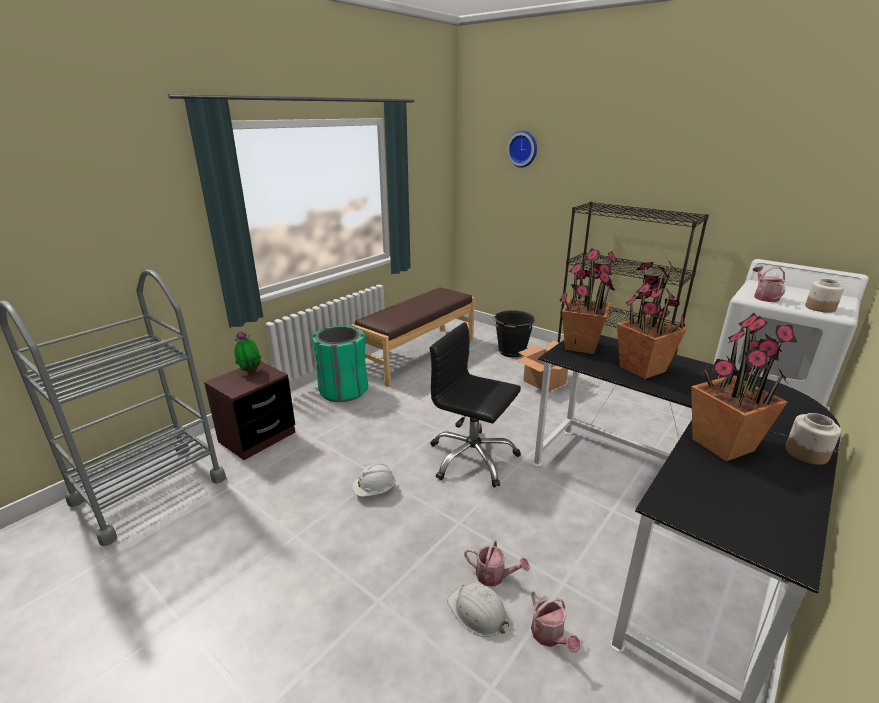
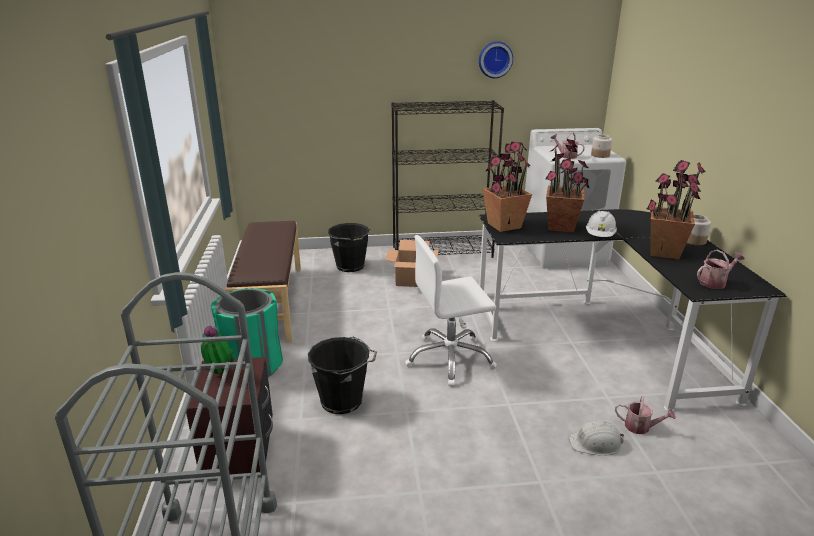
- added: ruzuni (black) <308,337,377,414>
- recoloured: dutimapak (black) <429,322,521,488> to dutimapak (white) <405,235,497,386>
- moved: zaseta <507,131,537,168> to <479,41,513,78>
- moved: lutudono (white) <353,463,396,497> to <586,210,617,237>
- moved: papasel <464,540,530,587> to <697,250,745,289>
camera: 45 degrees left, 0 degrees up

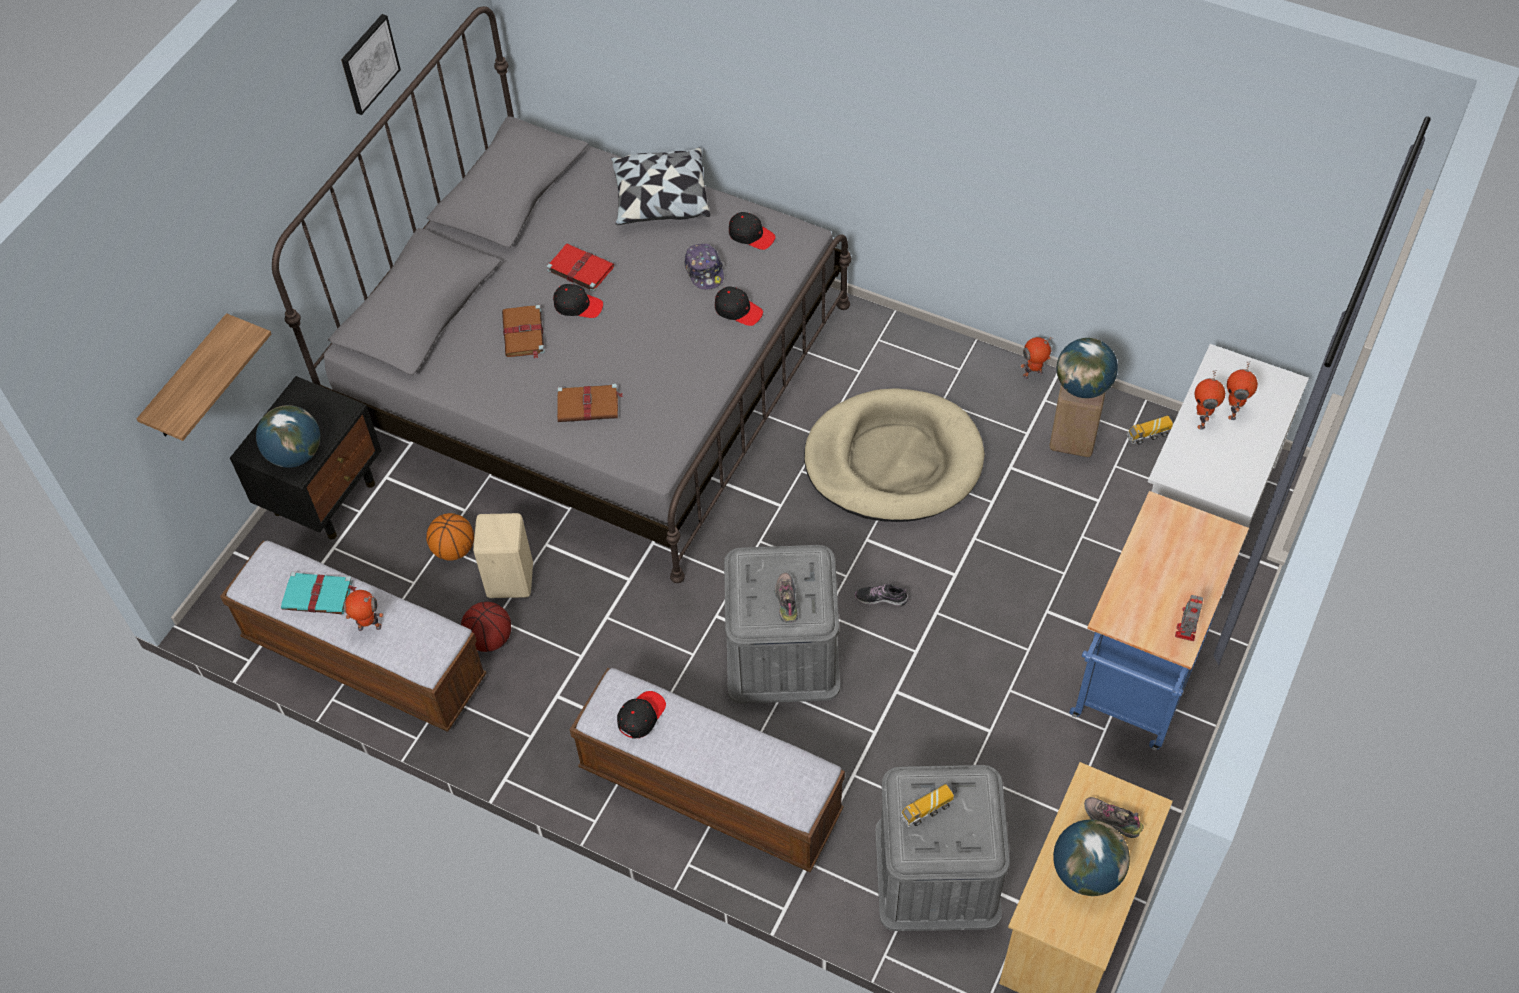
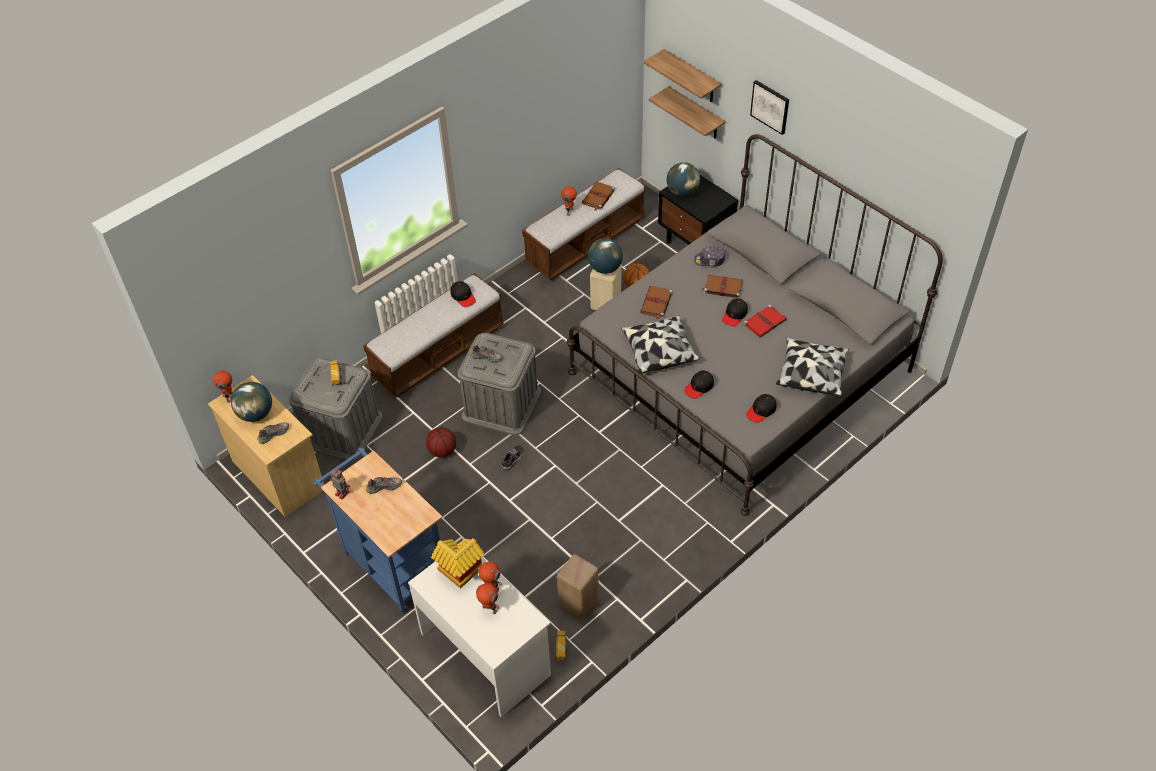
- moved: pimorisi <1020,337,1053,379> to <213,370,233,403>
- added: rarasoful <366,477,402,494>
- moved: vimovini <461,602,511,652> to <426,427,456,457>
- added: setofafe <431,538,485,589>
- recoloured: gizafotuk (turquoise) <281,572,357,615> to gizafotuk (brown) <582,182,615,210>
- moved: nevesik <1056,338,1118,398> to <588,238,623,274>
- added: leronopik <621,315,700,374>
- added: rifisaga <643,49,722,102>
- moved: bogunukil <684,244,724,290> to <694,246,725,266>
- moved: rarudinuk <341,14,401,115> to <750,80,789,135>
- removed: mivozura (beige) <804,388,985,522>
camera: 110 degrees right, 5 degrees down

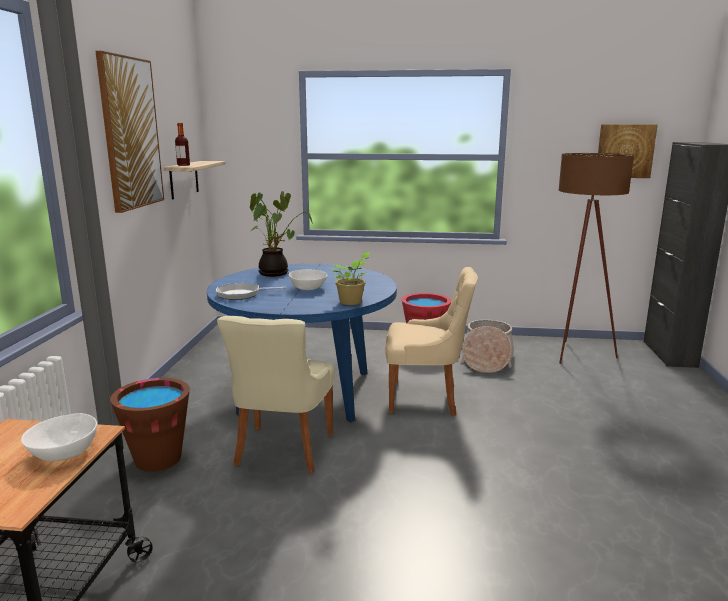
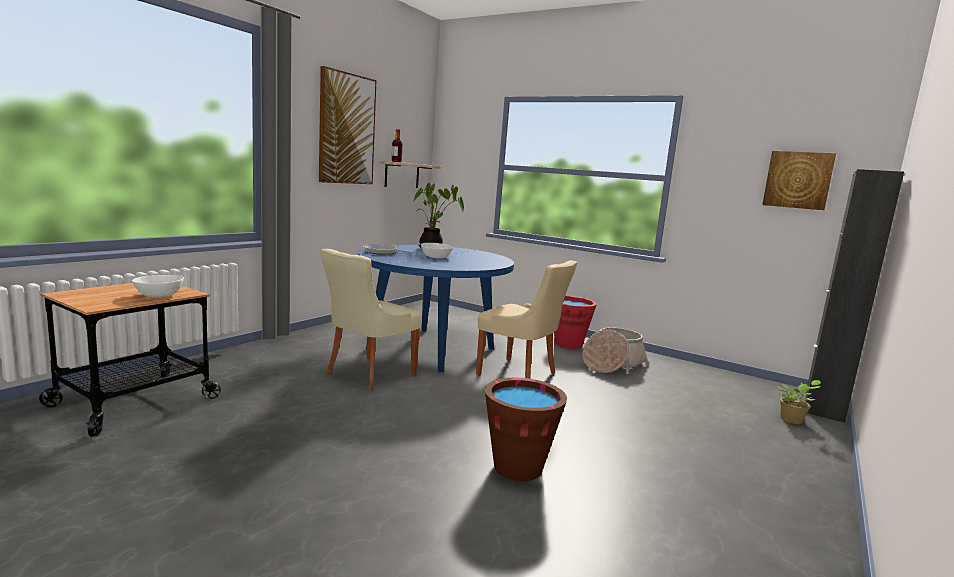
- moved: ruzuni (brown) <110,378,190,472> to <485,378,567,481>
- moved: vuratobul <330,252,370,305> to <777,380,822,424>
- removed: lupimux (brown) <559,153,634,364>
camera: 25 degrees right, 5 degrees down

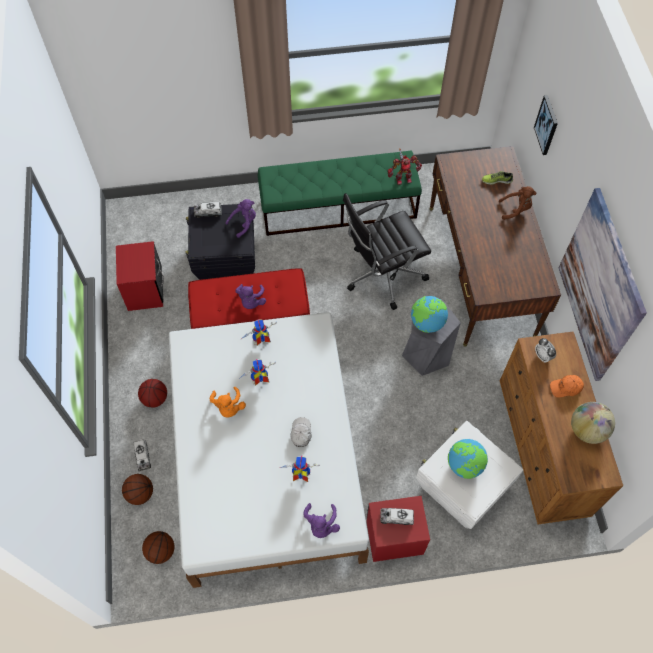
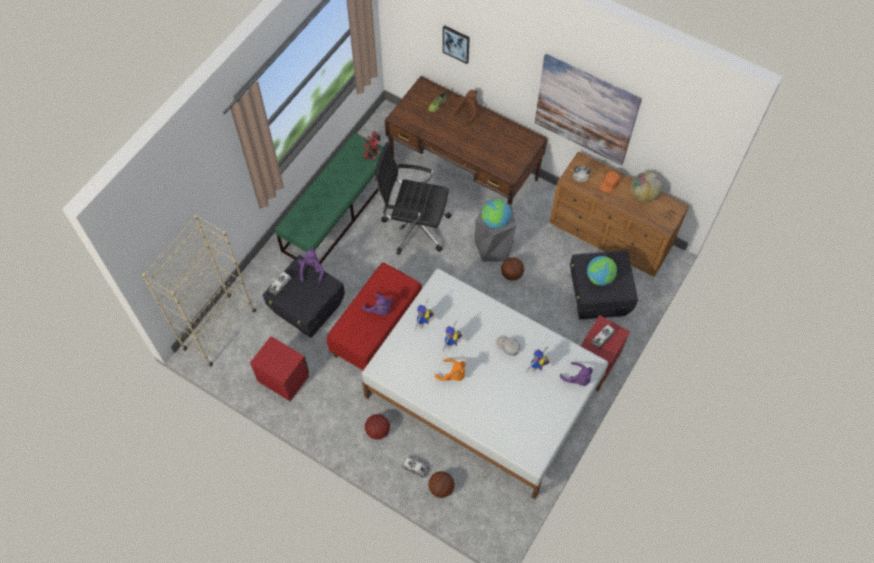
- added: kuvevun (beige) <142,214,256,367>
- turned: dutimapak (black) <343,193,431,310> = <374,142,452,255> 90 degrees clockwise
- moved: vimovini <142,531,175,564> to <501,257,524,280>
- recoloured: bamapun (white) <416,421,524,529> to bamapun (black) <570,251,638,320>
camera: 50 degrees left, 0 degrees up

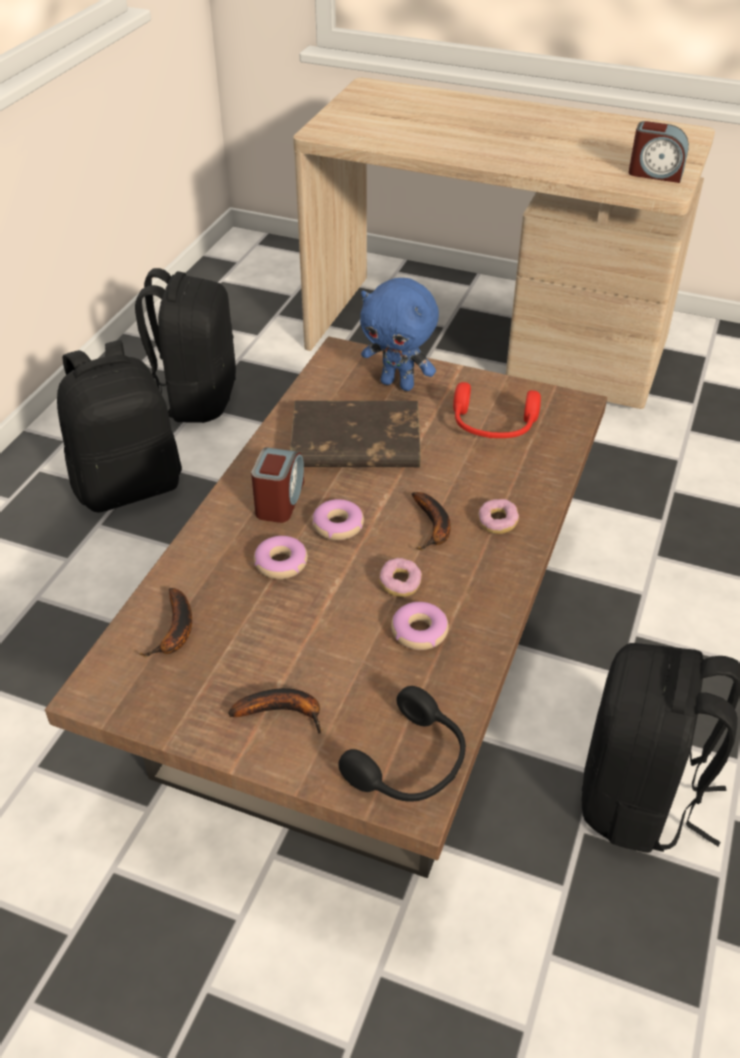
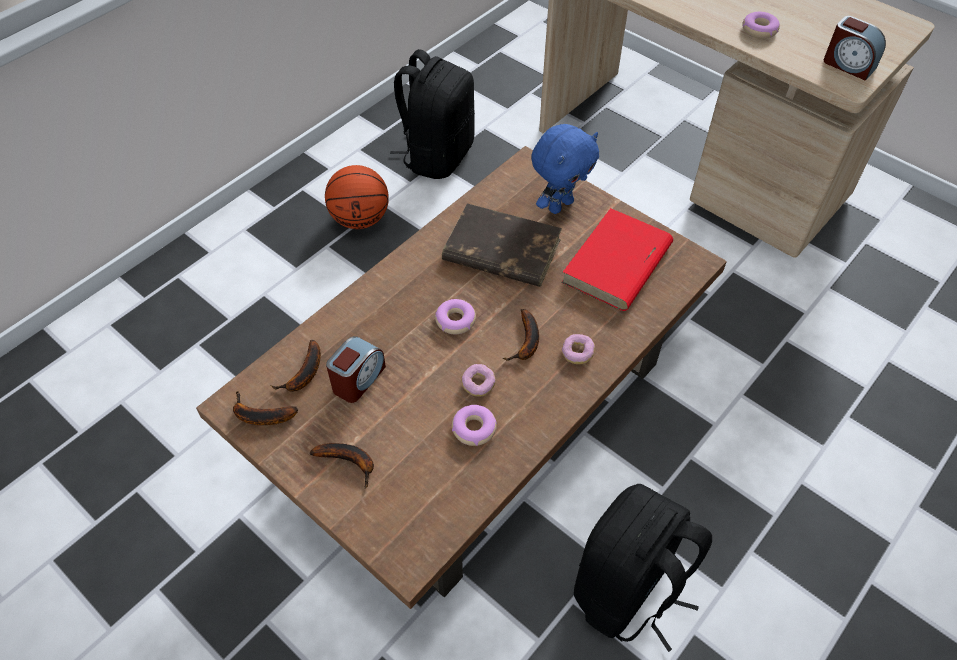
- added: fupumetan <233,391,298,425>
- replaced: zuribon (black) <57,340,182,513> to vimovini <325,165,389,229>
- moved: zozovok <251,447,304,523> to <326,336,386,403>
- turned: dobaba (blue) <360,278,439,391> = <531,124,599,214> 90 degrees counterclockwise
- replaced: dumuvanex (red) <453,382,541,438> to gizafotuk (red) <561,208,673,311>
- moved: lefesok <254,536,308,579> to <743,12,780,39>
- removed: dumuvanex (black) <338,686,466,802>
camera: 20 degrees right, 10 degrees up

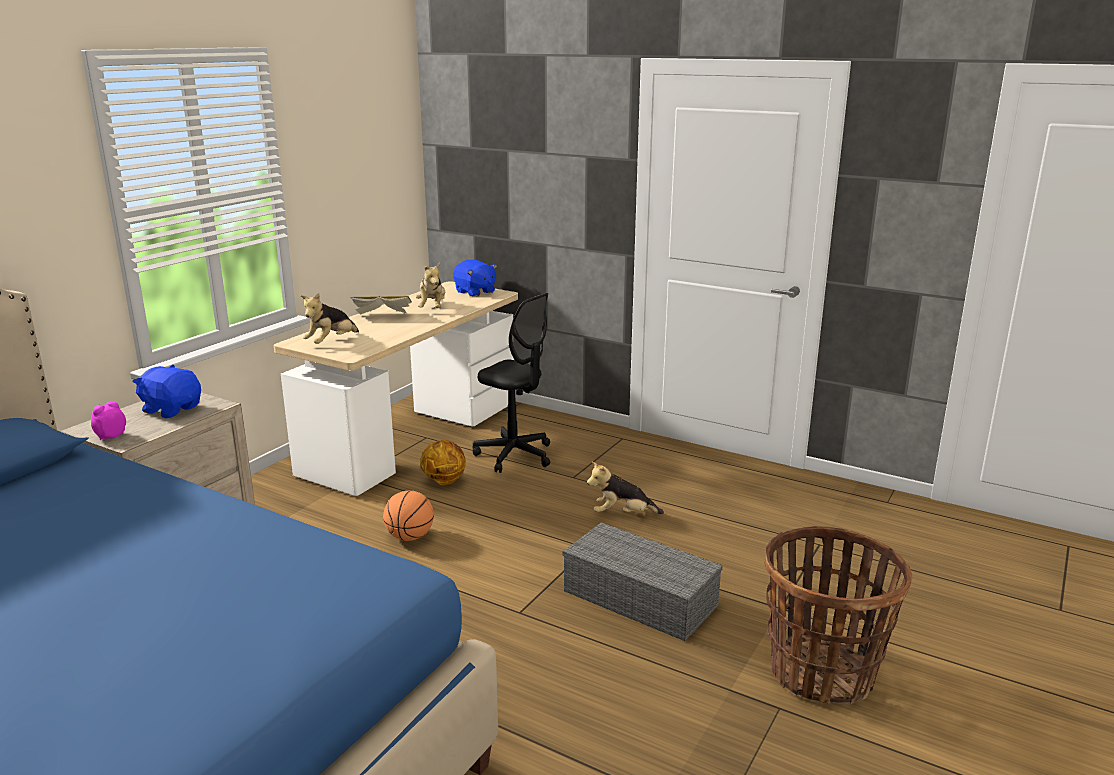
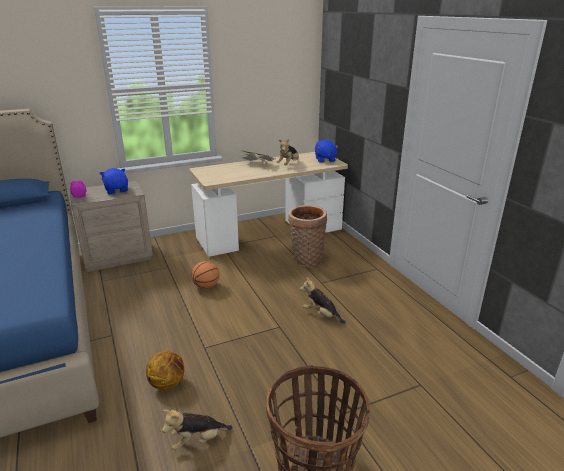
- moved: vimovini <420,440,466,485> to <146,351,184,390>
- moved: dobaba <300,293,359,344> to <162,410,233,450>
- replaced: dutimapak (black) <473,293,550,473> to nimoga <288,205,327,267>
- removed: bamapun (grey) <563,522,723,641>
camera: 35 degrees right, 5 degrees up

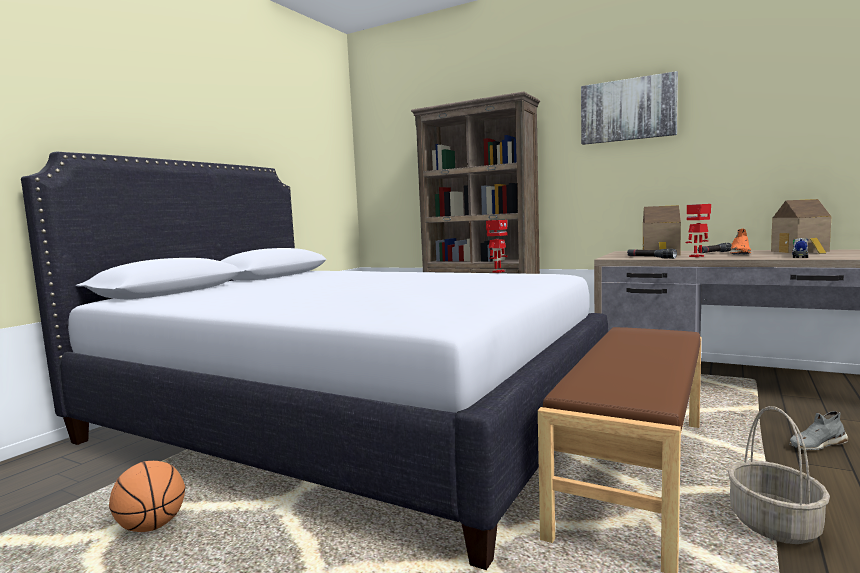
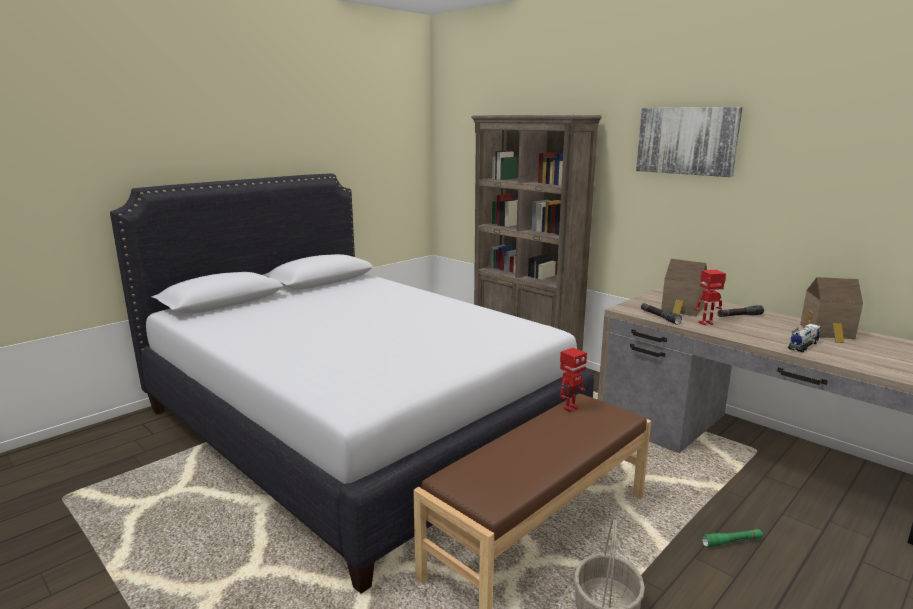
- moved: pimorisi <486,220,508,273> to <560,348,587,412>
- replaced: rarasoful (grey) <789,411,848,450> to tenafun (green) <702,529,763,547>
- removed: vimovini <109,461,185,532>
- removed: rarasoful (orange) <730,228,751,255>
camera: 15 degrees right, 10 degrees up

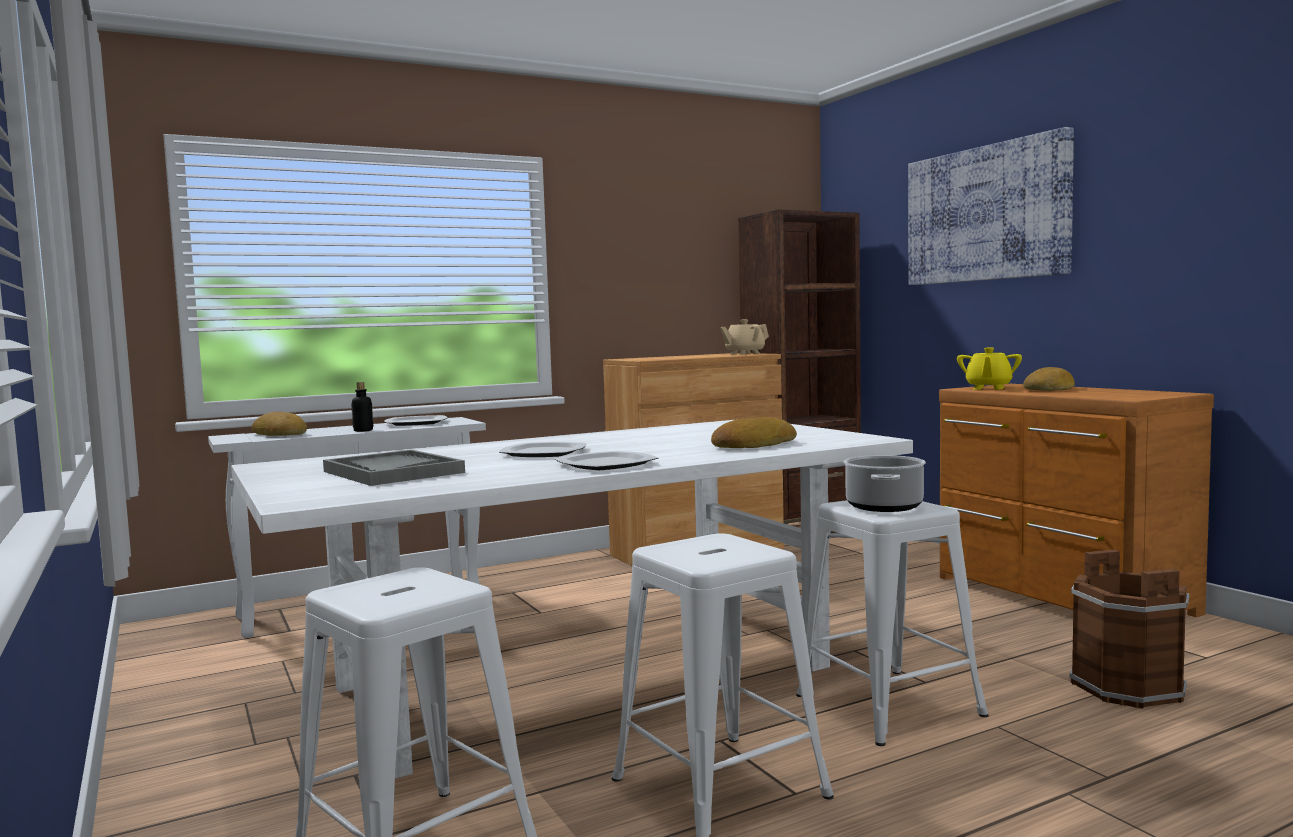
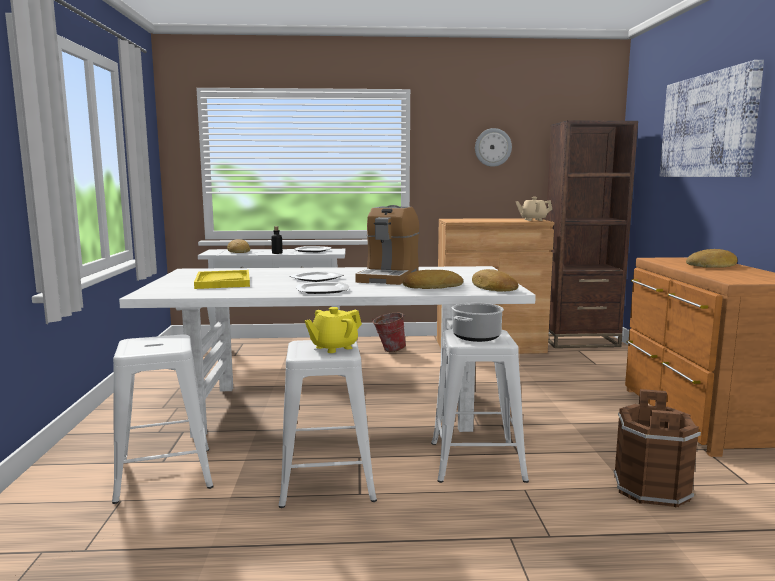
- recoloured: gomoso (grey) <323,450,465,486> to gomoso (yellow) <194,270,250,289>
- moved: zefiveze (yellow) <957,347,1022,390> to <305,307,362,353>
- added: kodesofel <355,205,419,285>
- added: ruzuni <372,313,406,352>
- added: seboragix <472,269,518,292>
- added: zaseta <475,128,512,167>
camera: 25 degrees right, 5 degrees up

